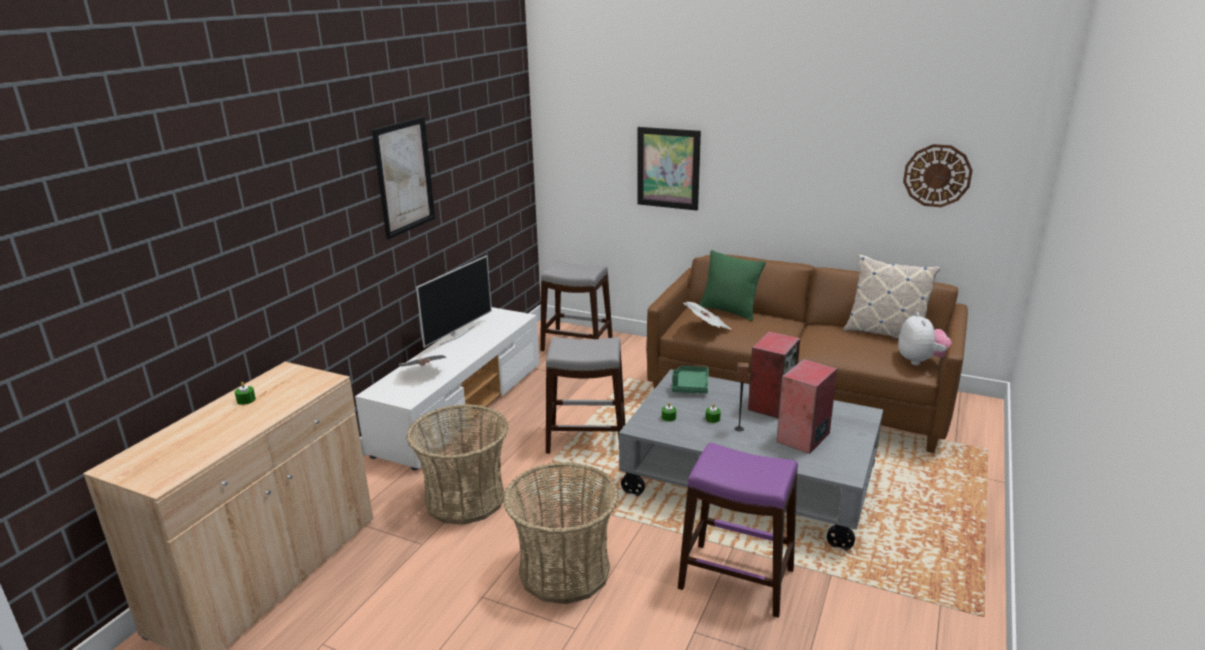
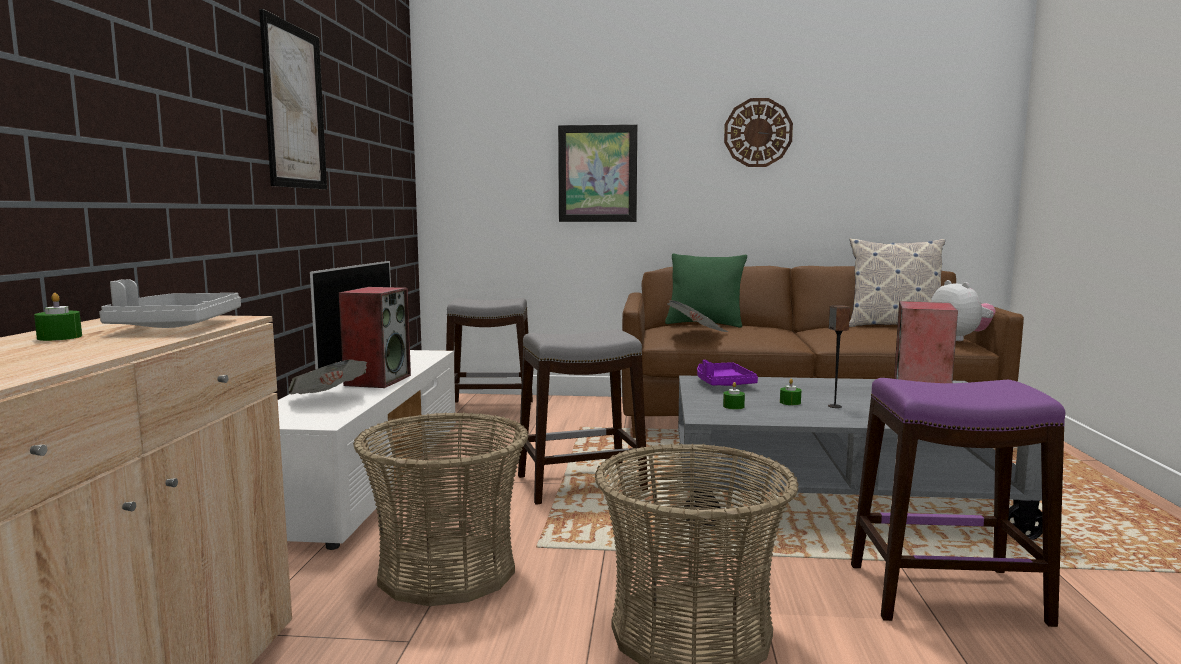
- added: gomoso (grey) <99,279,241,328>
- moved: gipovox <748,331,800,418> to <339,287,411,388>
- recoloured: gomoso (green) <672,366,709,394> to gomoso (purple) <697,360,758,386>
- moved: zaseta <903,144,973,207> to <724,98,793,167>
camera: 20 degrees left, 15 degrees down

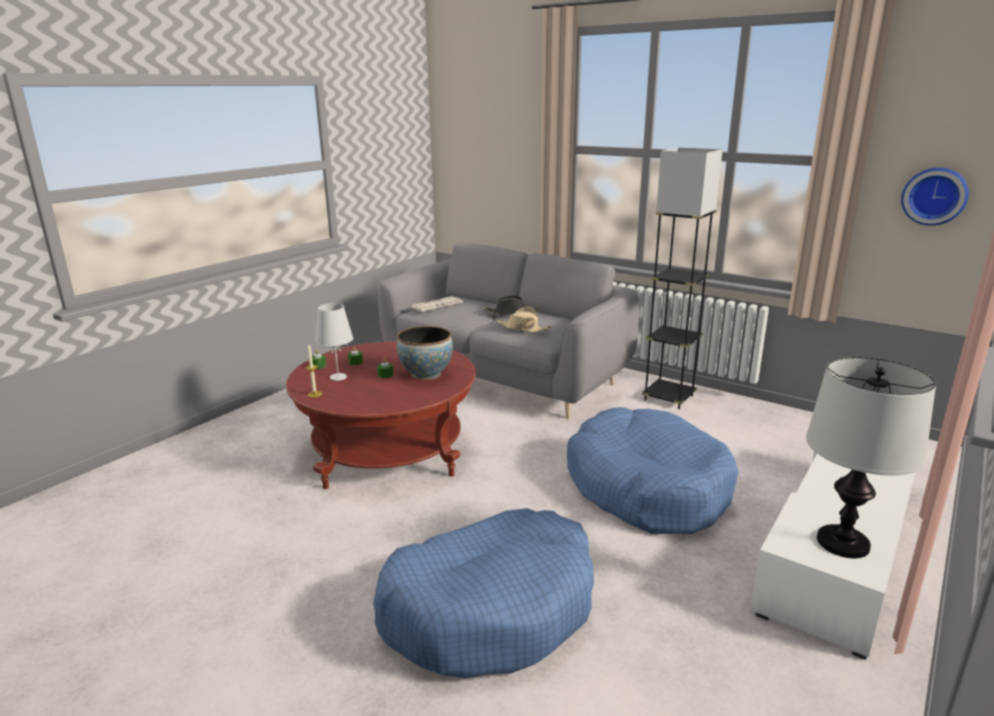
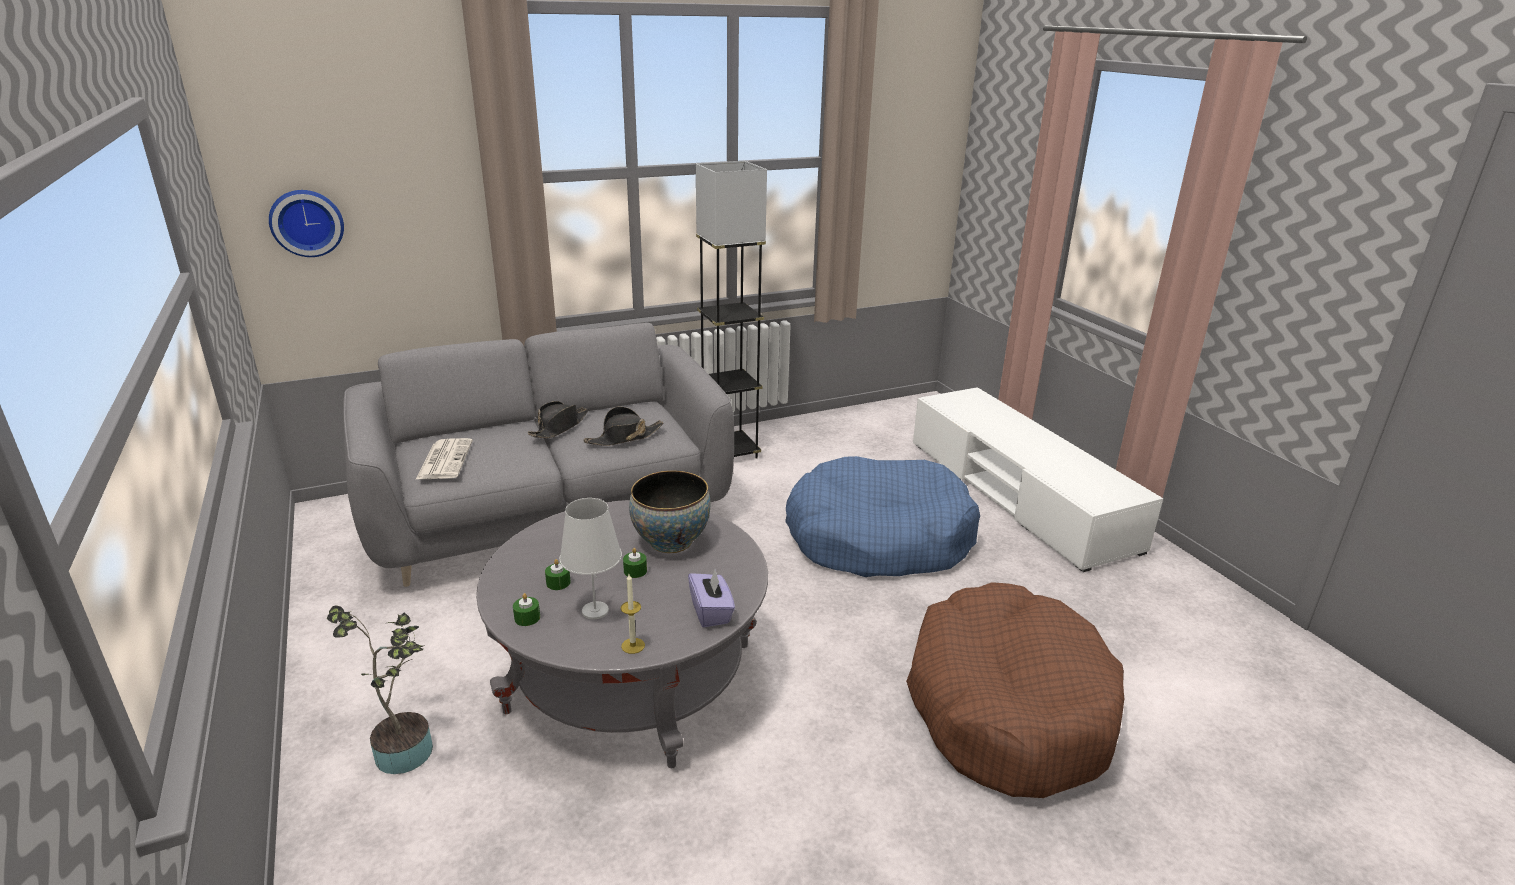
- moved: zaseta <901,168,969,226> to <269,190,344,257>
- added: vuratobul <327,605,433,774>
- recoloured: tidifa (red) <286,341,476,489> to tidifa (grey) <476,500,768,768>
- recoloured: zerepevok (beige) <497,306,552,333> to zerepevok (black) <583,406,663,446>
- added: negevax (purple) <688,570,735,627>
- recoloured: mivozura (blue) <373,508,594,678> to mivozura (brown) <906,582,1124,798>
- removed: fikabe <806,357,936,558>
camera: 60 degrees left, 5 degrees up

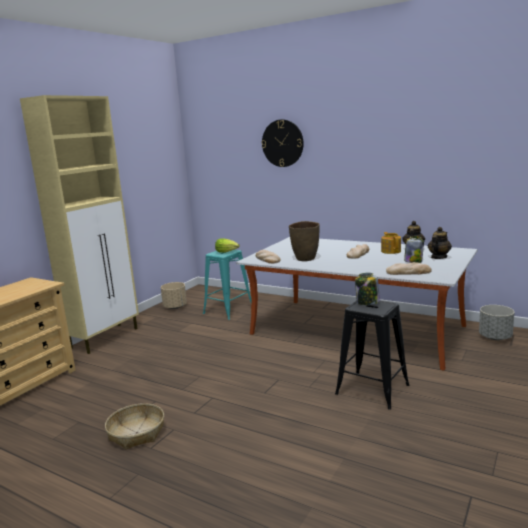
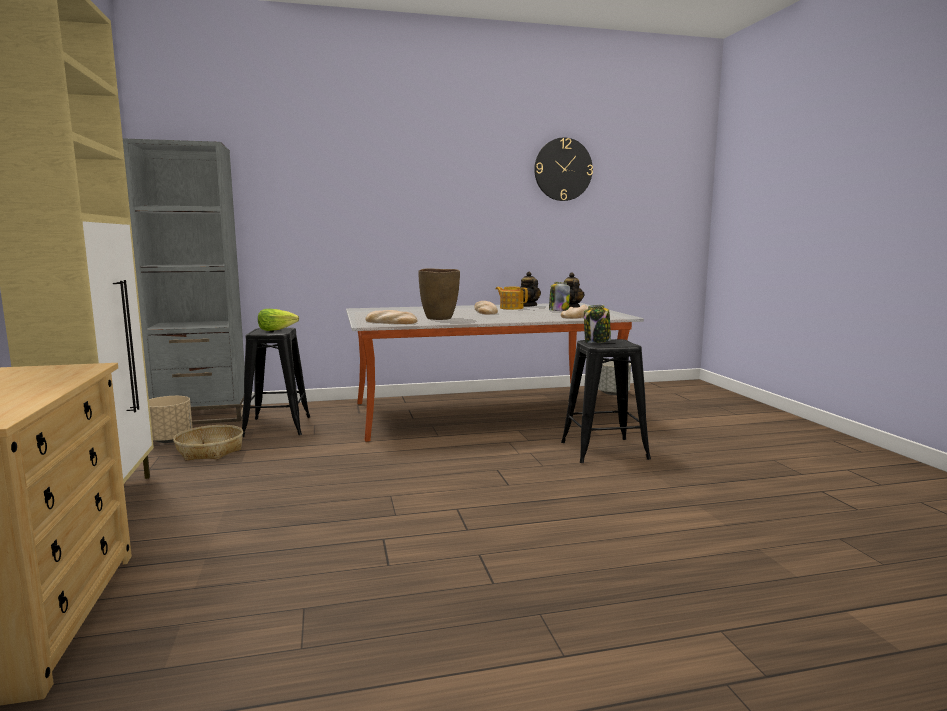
- added: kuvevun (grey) <123,138,245,424>
- moved: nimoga <105,403,164,450> to <173,425,243,461>
- recoloured: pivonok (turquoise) <203,250,251,320> to pivonok (black) <242,328,310,437>
- moved: zaseta <261,119,304,167> to <534,137,593,201>
camera: 45 degrees left, 5 degrees down

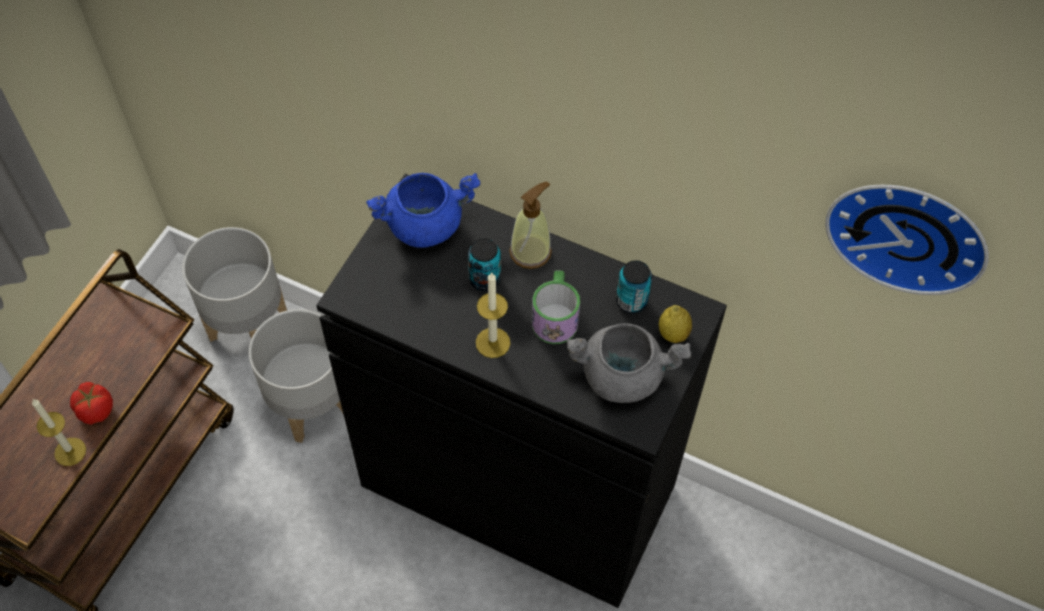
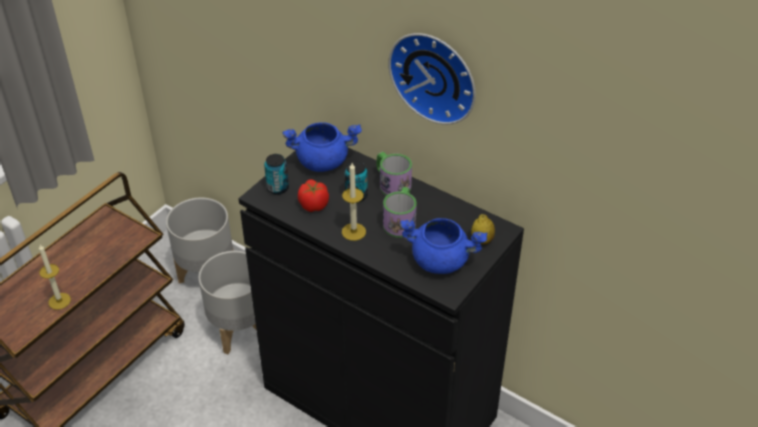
- moved: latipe <616,260,652,313> to <264,154,289,195>
- moved: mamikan <70,382,113,425> to <298,179,329,212>
- replaced: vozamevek <509,181,552,269> to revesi <376,152,412,196>
- moved: zaseta <825,185,989,295> to <388,33,476,125>
- recoloured: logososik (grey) <567,323,691,403> to logososik (blue) <400,218,488,274>
camera: 10 degrees right, 15 degrees down

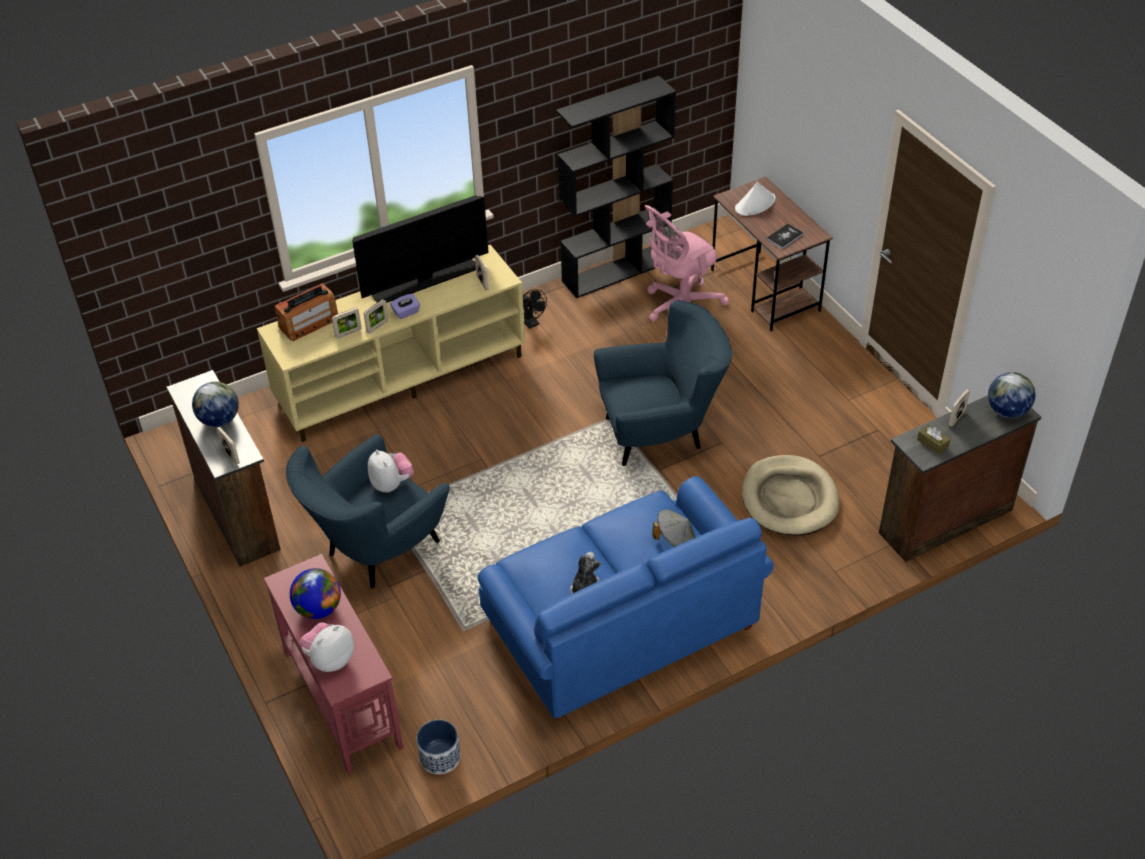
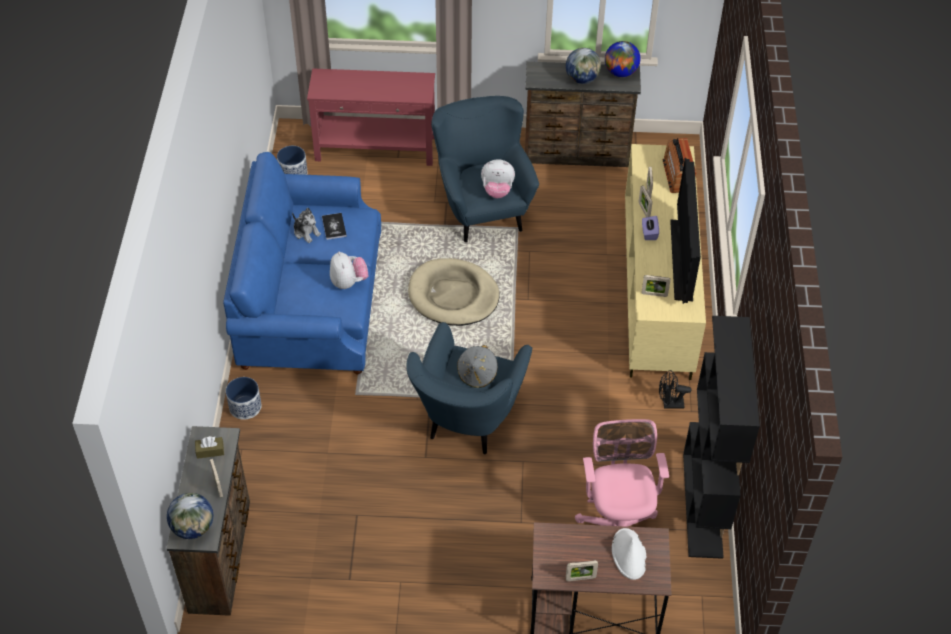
- added: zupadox <226,377,262,420>
- moved: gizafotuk <766,224,804,249> to <322,213,347,240>
- moved: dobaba <299,622,354,672> to <330,251,368,289>
- moved: mivozura (beige) <742,455,840,535> to <408,258,500,326>
- moved: zerepevok (grey) <652,509,696,547> to <457,345,498,388>
- moved: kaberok <216,427,240,465> to <566,560,598,581>
- moved: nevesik <290,568,341,619> to <605,41,640,77>
camera: 120 degrees right, 5 degrees up

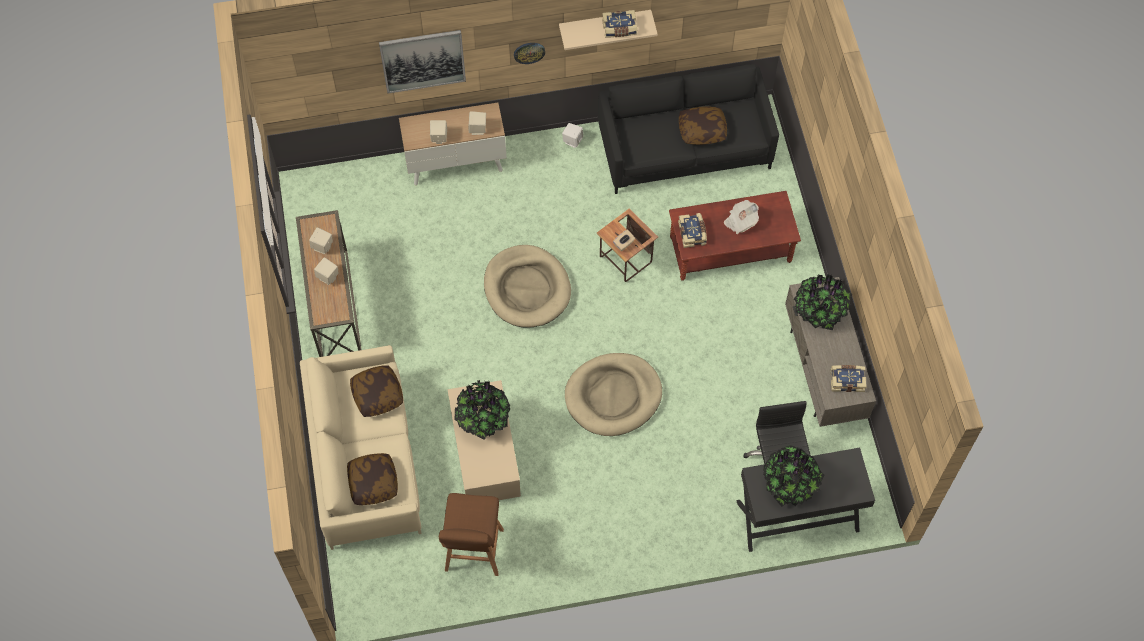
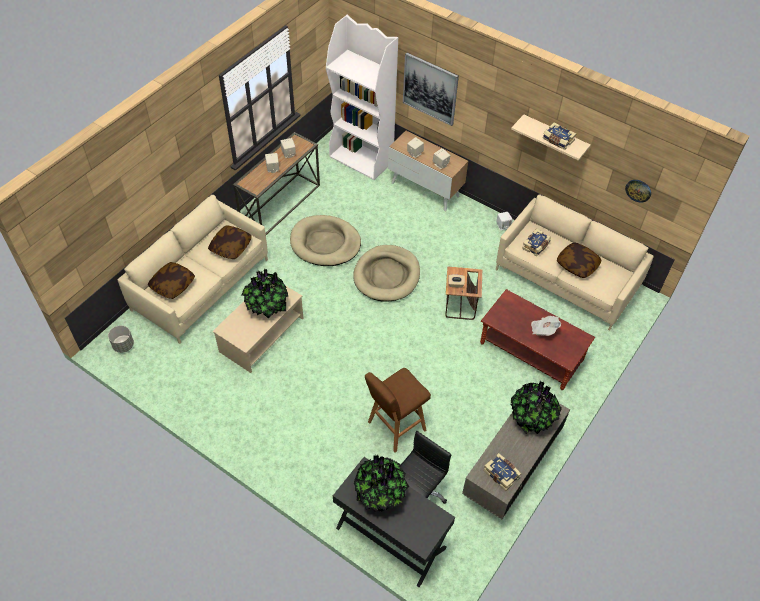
- added: zupadox (grey) <108,325,134,353>
- moved: mivozura (beige) <565,353,662,436> to <290,215,361,266>
- added: kuvevun (white) <326,15,398,180>
- moved: pivonok (brown) <439,493,504,576> to <365,368,431,453>
- recoloured: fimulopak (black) <598,64,779,194> to fimulopak (beige) <496,194,654,330>
- moved: gizafotuk <678,213,707,248> to <522,229,551,256>
- moved: zaseta <514,43,545,64> to <625,180,651,203>
camera: 45 degrees right, 10 degrees down

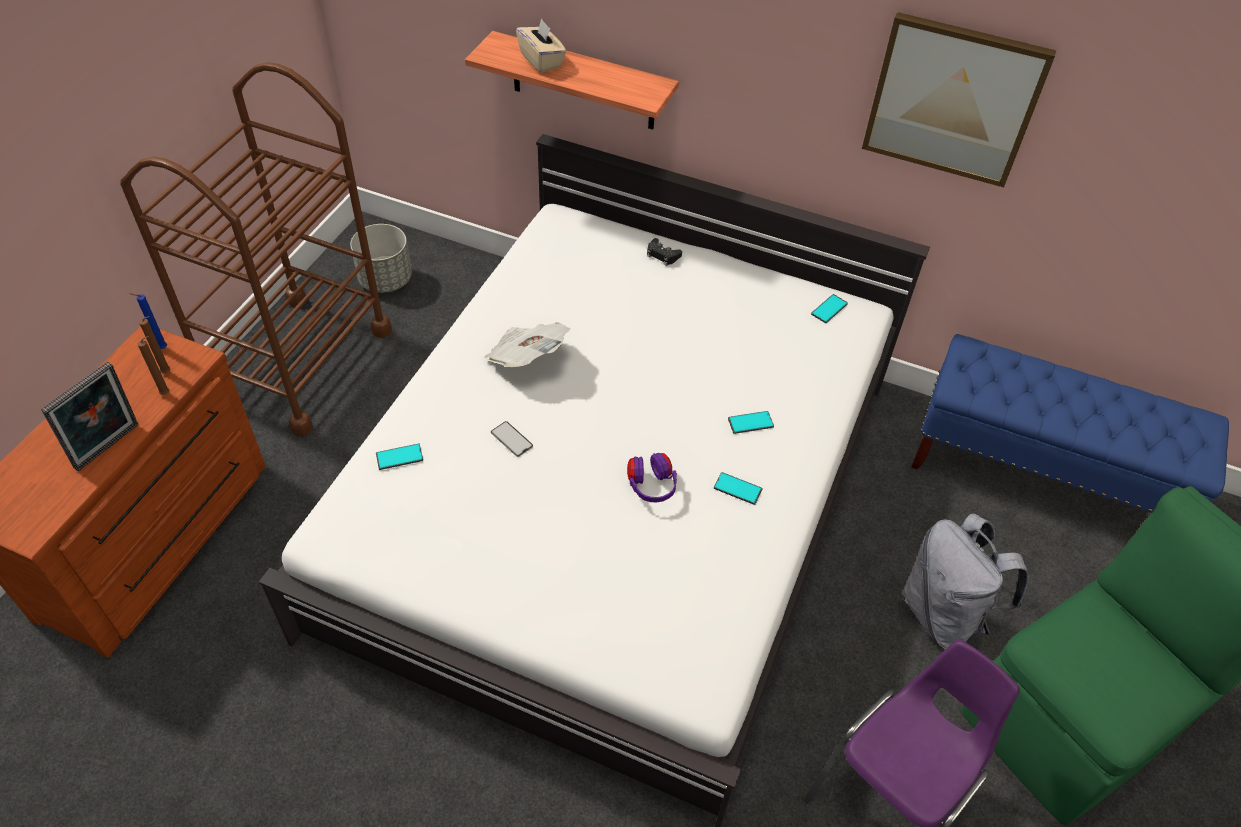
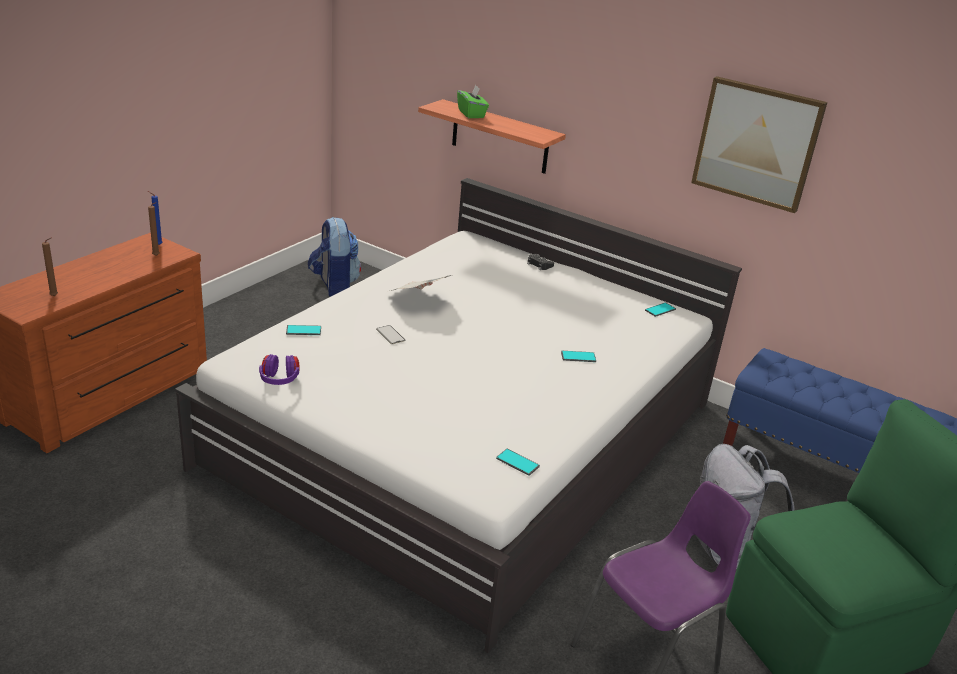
- moved: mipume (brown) <138,336,169,395> to <42,238,58,296>
- moved: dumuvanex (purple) <627,453,677,502> to <259,354,300,385>
- replaced: zupadox (grey) <350,224,412,293> to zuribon <308,217,361,297>
- recoloured: negevax (beige) <516,18,566,73> to negevax (green) <457,85,489,118>
- moved: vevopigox <714,472,763,505> to <496,449,540,476>
- removed: kaberok <41,362,139,471>
- removed: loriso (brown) <120,62,392,437>
camera: 10 degrees right, 20 degrees down

